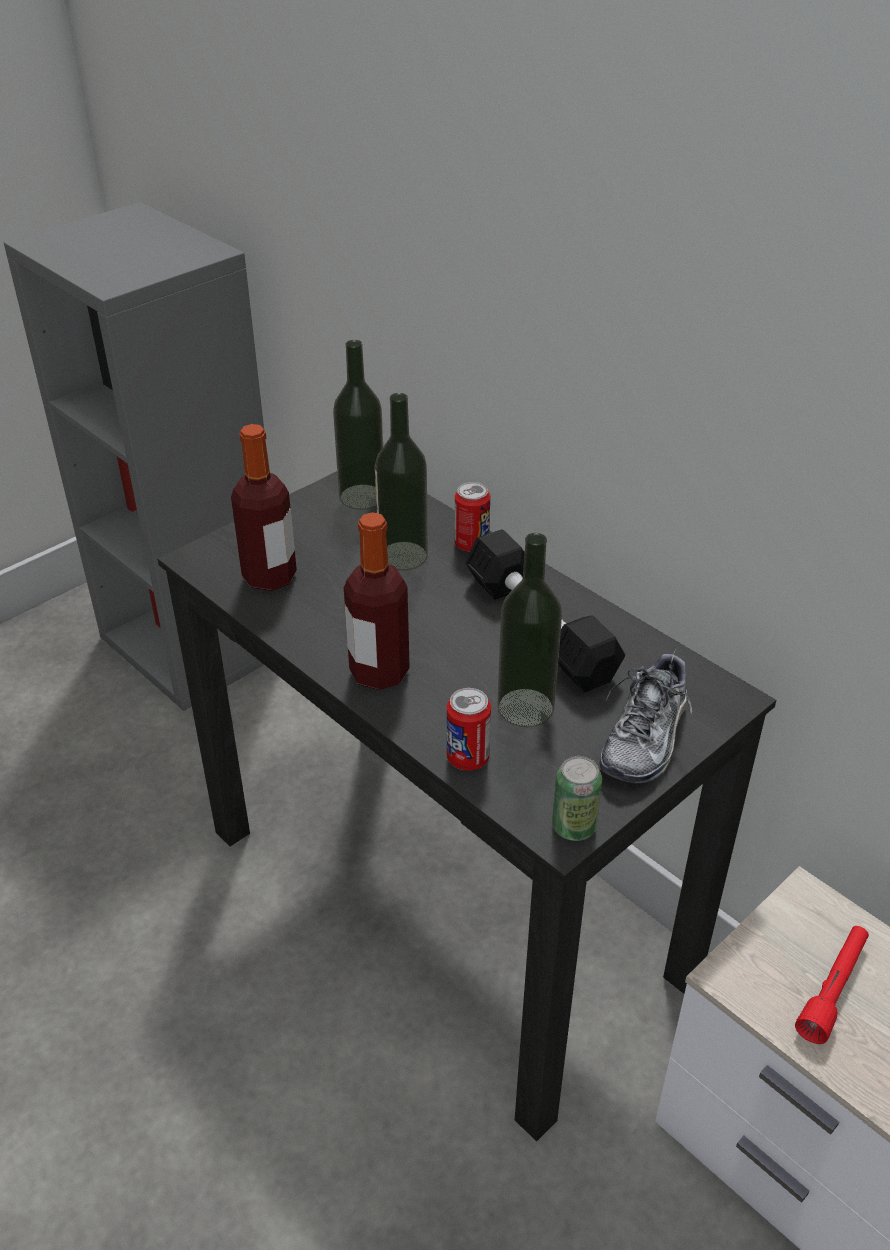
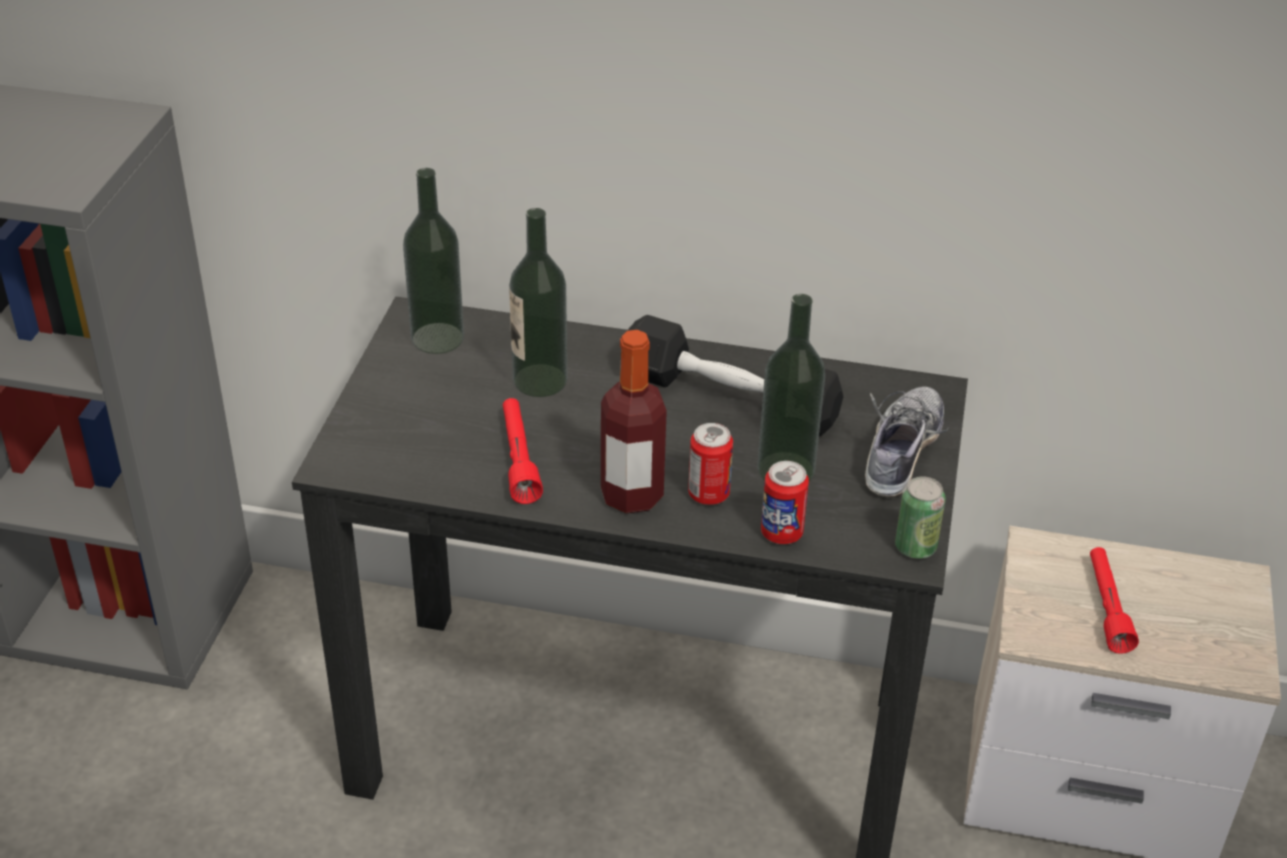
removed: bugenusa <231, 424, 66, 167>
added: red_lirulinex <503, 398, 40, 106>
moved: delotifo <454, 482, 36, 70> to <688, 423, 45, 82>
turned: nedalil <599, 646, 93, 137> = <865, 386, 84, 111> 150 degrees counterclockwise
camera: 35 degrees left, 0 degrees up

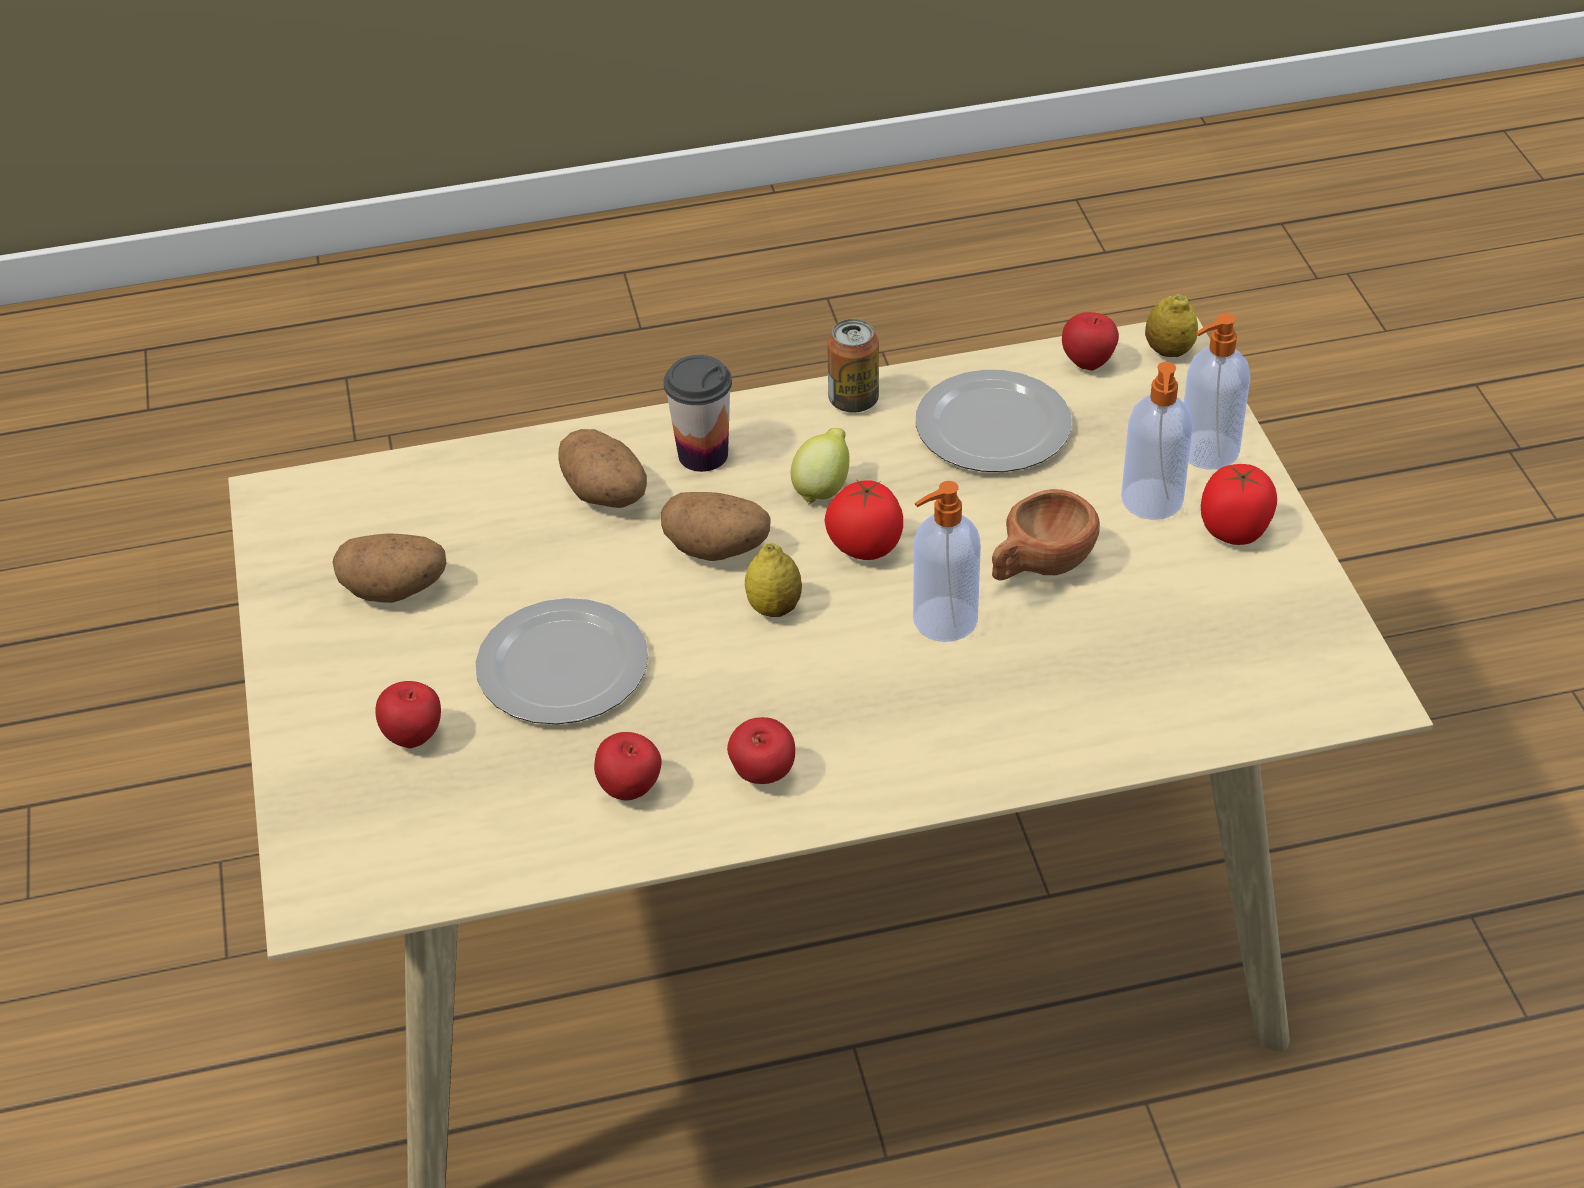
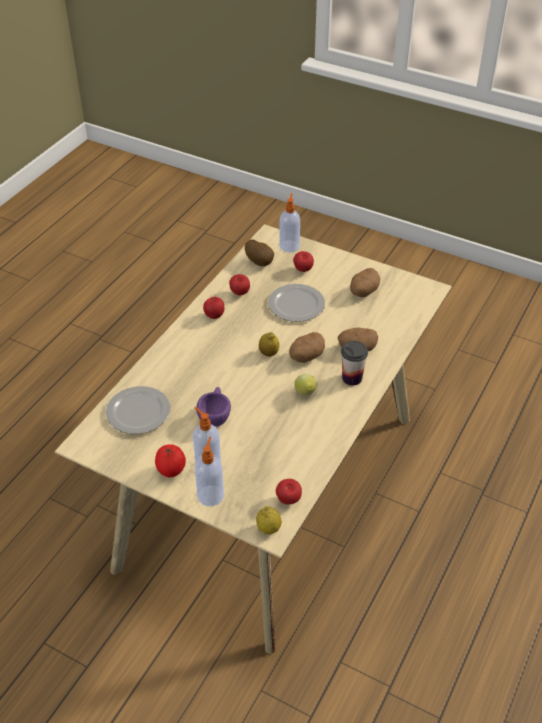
removed: delotifo <827, 319, 52, 94>; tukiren <824, 479, 79, 81>
added: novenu <245, 239, 29, 27>
moved: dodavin <915, 370, 157, 102> to <106, 386, 64, 48>; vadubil <913, 481, 68, 161> to <279, 193, 21, 59>
recoloured: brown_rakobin <992, 489, 108, 92> to purple_rakobin <196, 387, 35, 40>
camera: 130 degrees right, 0 degrees up

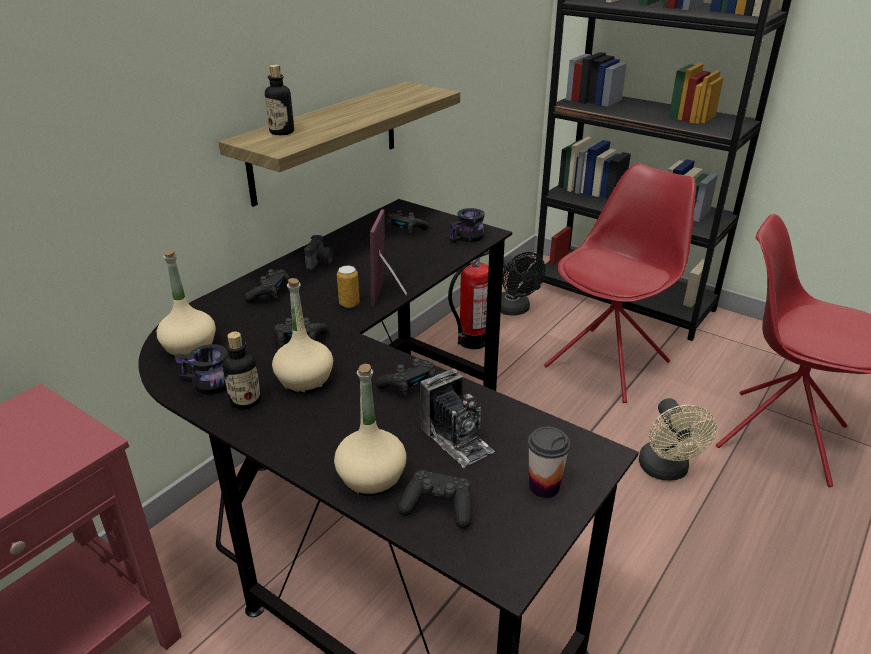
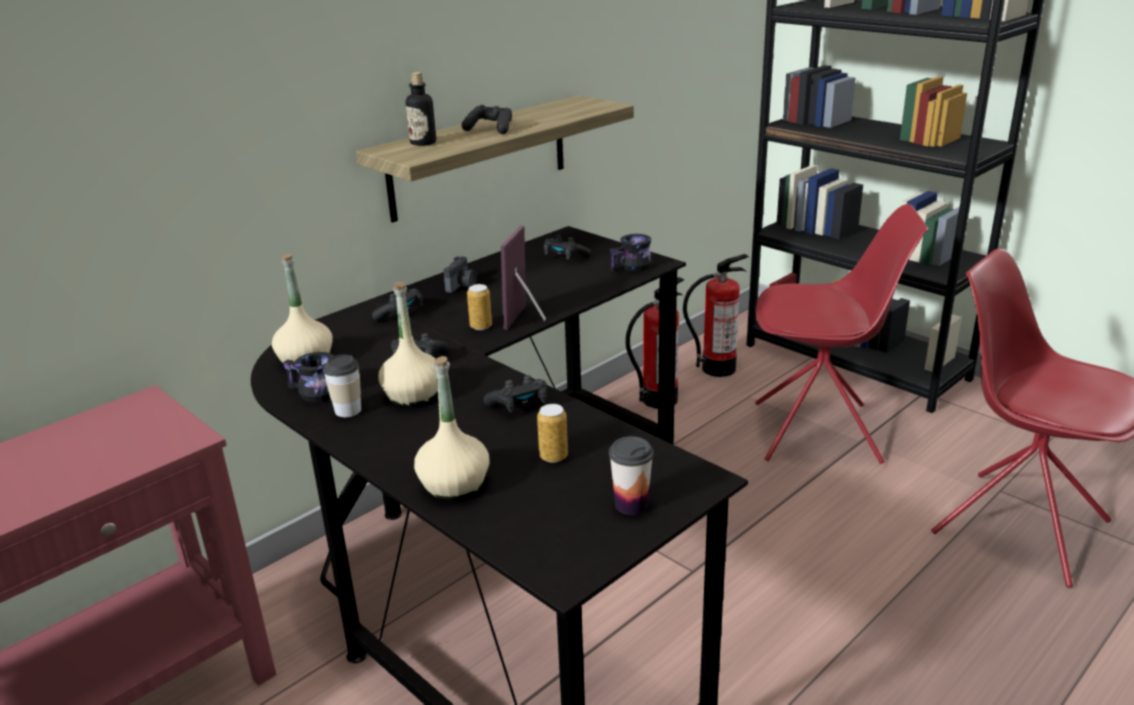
removed: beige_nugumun <639, 398, 78, 83>
moved: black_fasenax <398, 470, 74, 59> to <461, 105, 51, 29>
replaced: black_nugumun <501, 252, 44, 64> to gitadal <683, 254, 66, 123>; bugenusa <223, 332, 38, 78> to rakobin <323, 355, 38, 62>; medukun <420, 369, 75, 99> to delotifo <537, 404, 31, 59>
turned: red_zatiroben <544, 164, 152, 239> = <755, 204, 174, 260> 45 degrees clockwise
camera: 10 degrees right, 5 degrees down

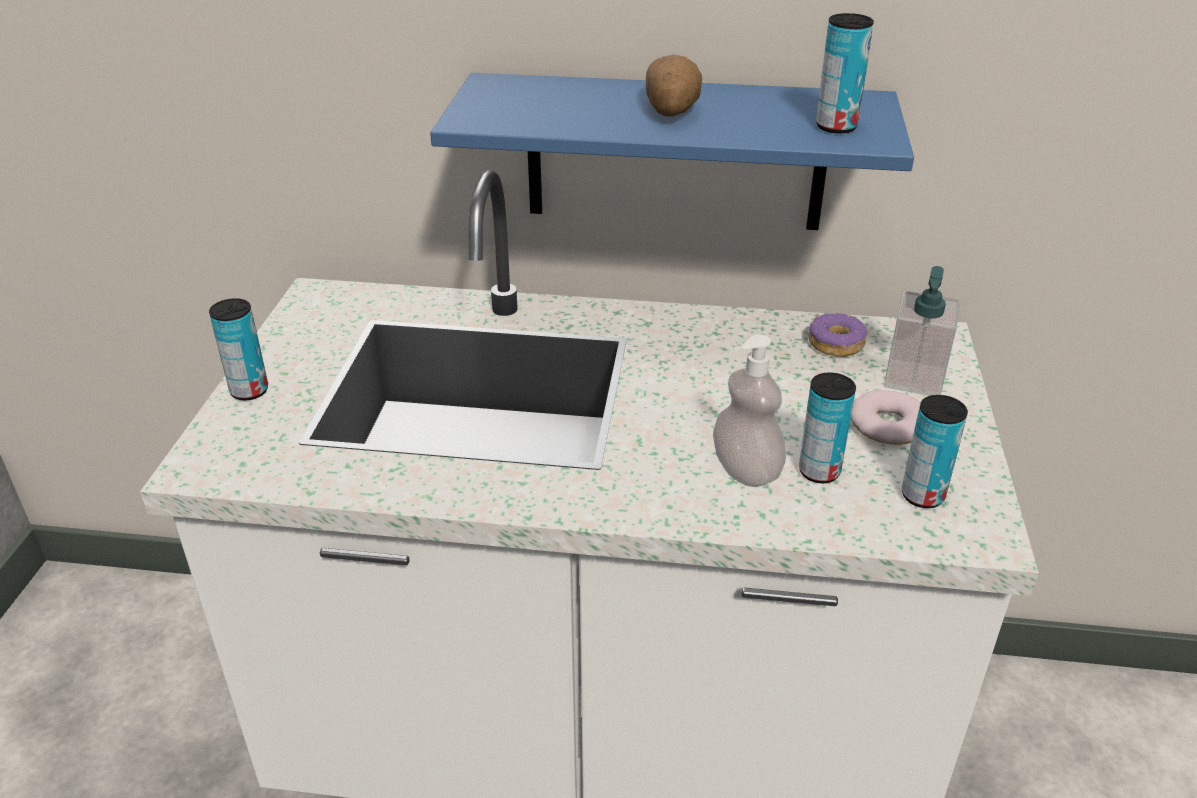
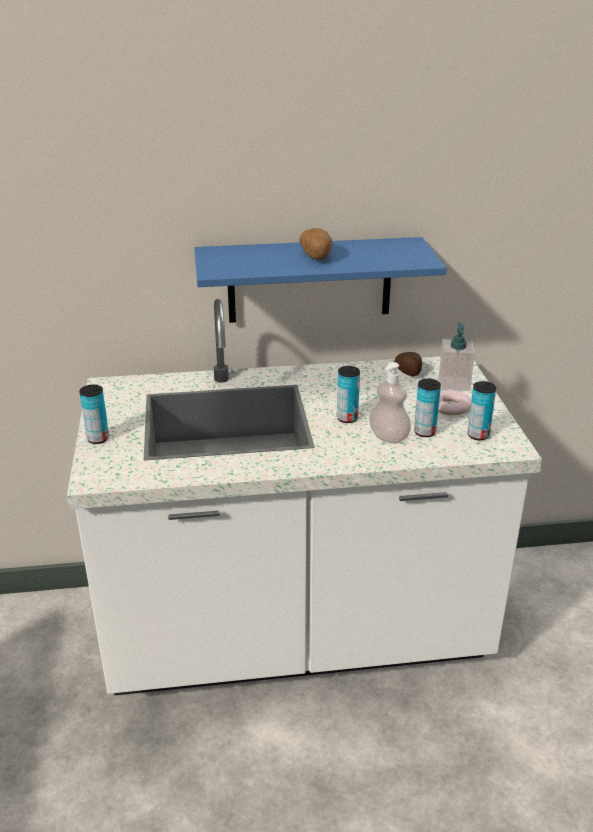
moved: delotifo <816, 13, 58, 120> to <337, 366, 23, 57>
replaced: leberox <809, 313, 58, 44> to novenu <394, 352, 28, 24>
camera: 15 degrees left, 5 degrees down

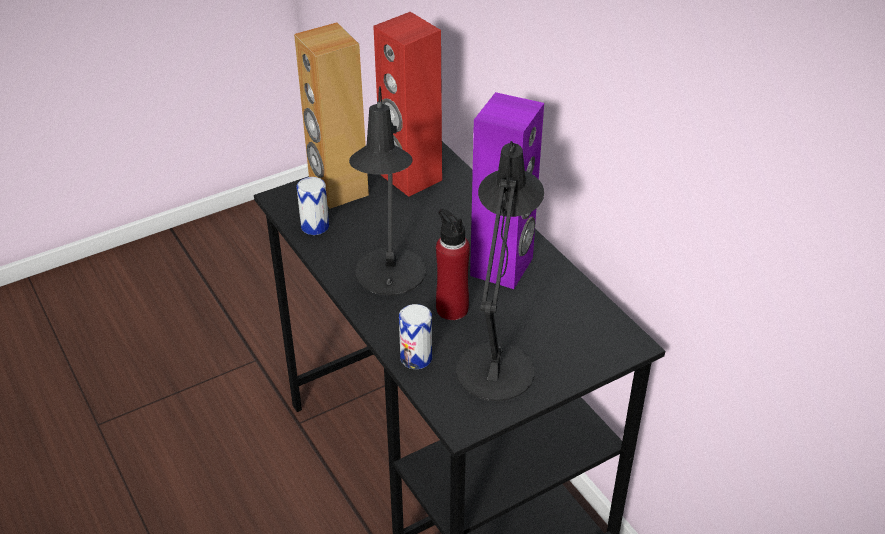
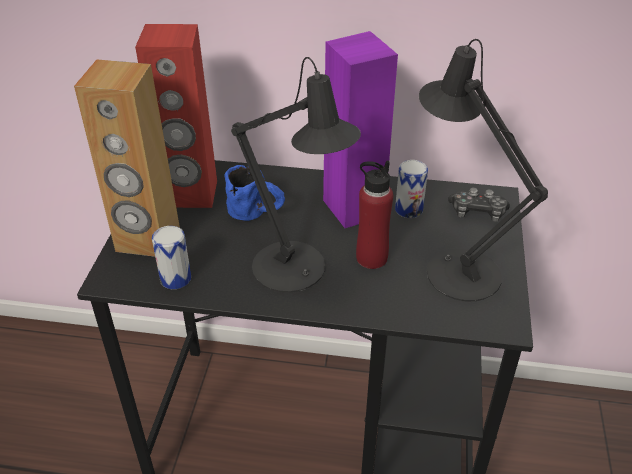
added: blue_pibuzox <224, 165, 61, 56>; fasenax <448, 187, 62, 35>
moved: delotifo <399, 304, 33, 65> to <395, 160, 33, 58>
camera: 50 degrees left, 0 degrees up

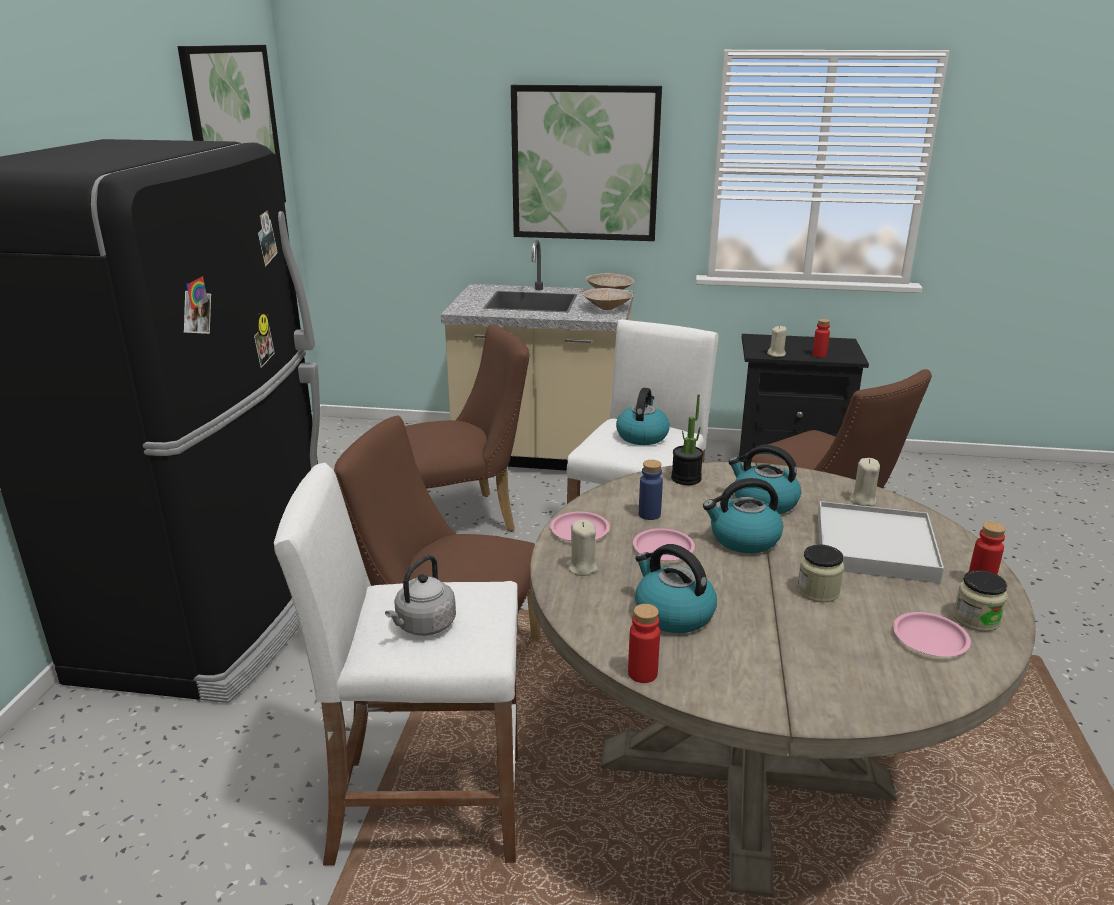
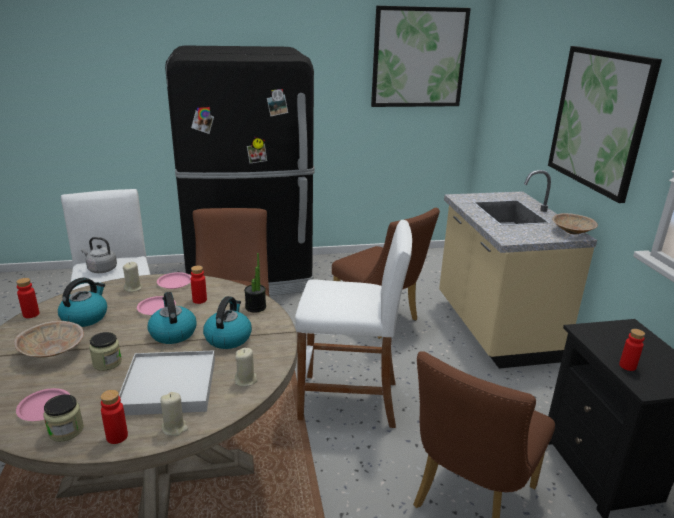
removed: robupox <616, 388, 54, 57>
moved: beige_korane <582, 288, 52, 22> to <14, 320, 70, 38>; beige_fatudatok <767, 326, 20, 31> to <161, 392, 27, 44>
recoloured: blue_bugenusa <639, 460, 24, 60> to red_bugenusa <191, 266, 16, 38>
camera: 70 degrees right, 0 degrees up

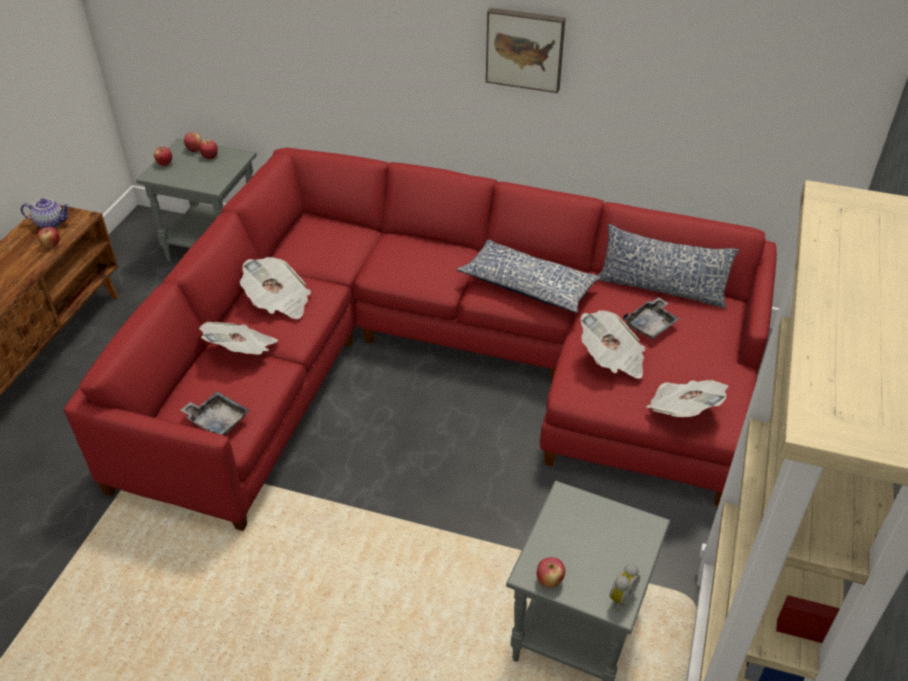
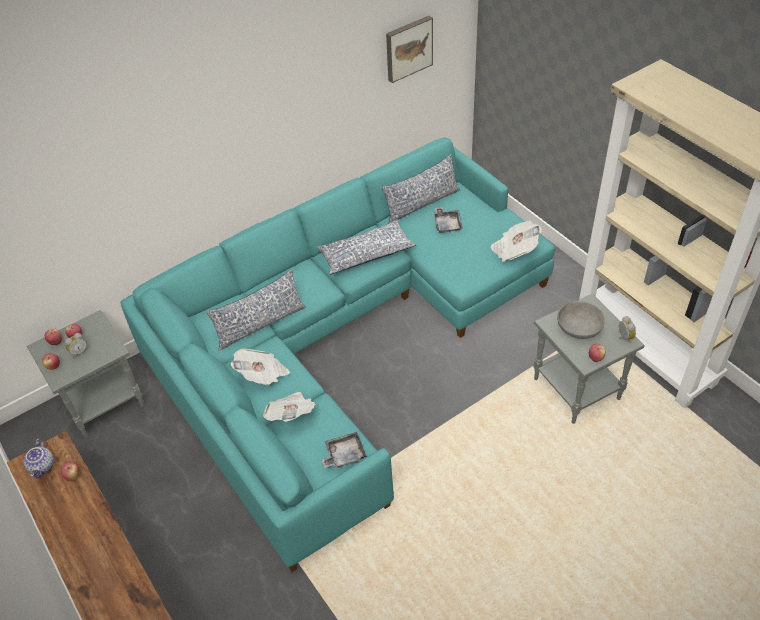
removed: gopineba <581, 310, 64, 69>
added: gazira <206, 269, 100, 82>; grey_korane <557, 301, 48, 38>; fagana <65, 333, 23, 25>
moved: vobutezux <486, 8, 79, 85> to <386, 16, 47, 67>
recoloured: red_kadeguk <64, 148, 713, 383> to turquoise_kadeguk <121, 138, 434, 434>
turned: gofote <21, 199, 49, 29> = <24, 438, 30, 40> 135 degrees clockwise
camera: 50 degrees left, 5 degrees up

